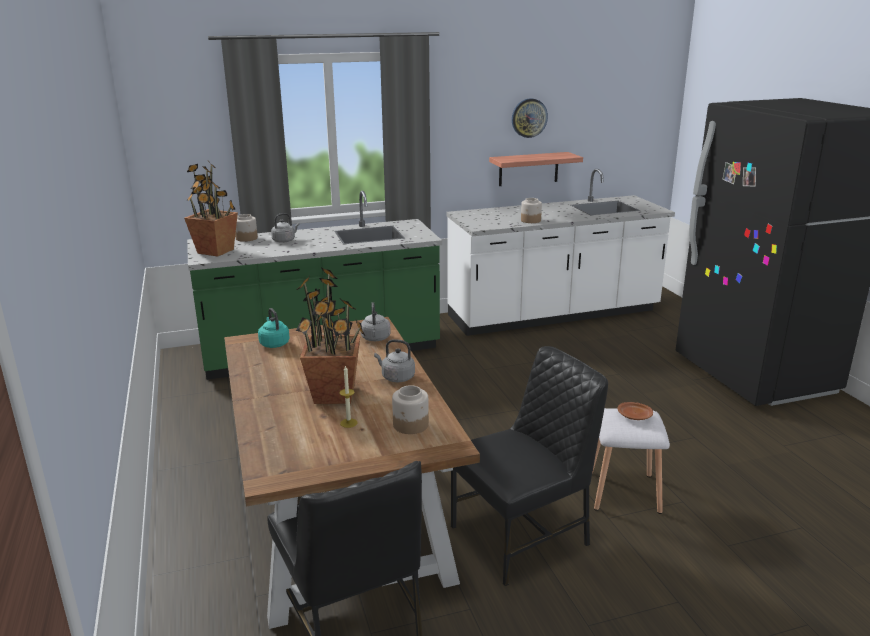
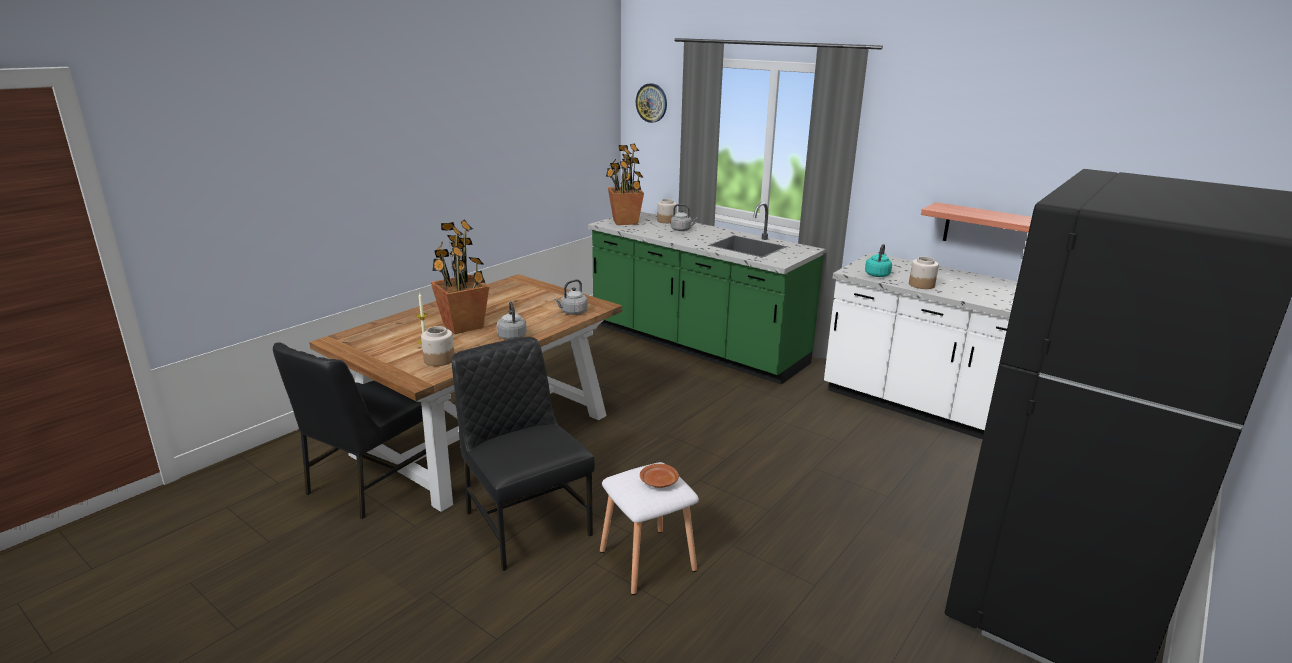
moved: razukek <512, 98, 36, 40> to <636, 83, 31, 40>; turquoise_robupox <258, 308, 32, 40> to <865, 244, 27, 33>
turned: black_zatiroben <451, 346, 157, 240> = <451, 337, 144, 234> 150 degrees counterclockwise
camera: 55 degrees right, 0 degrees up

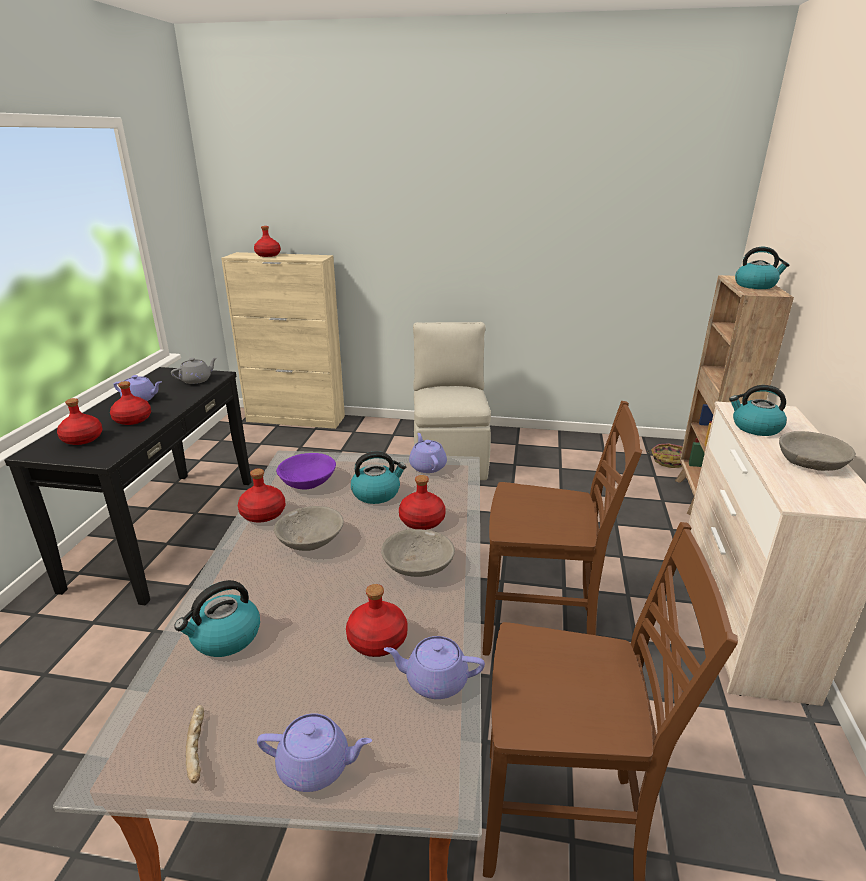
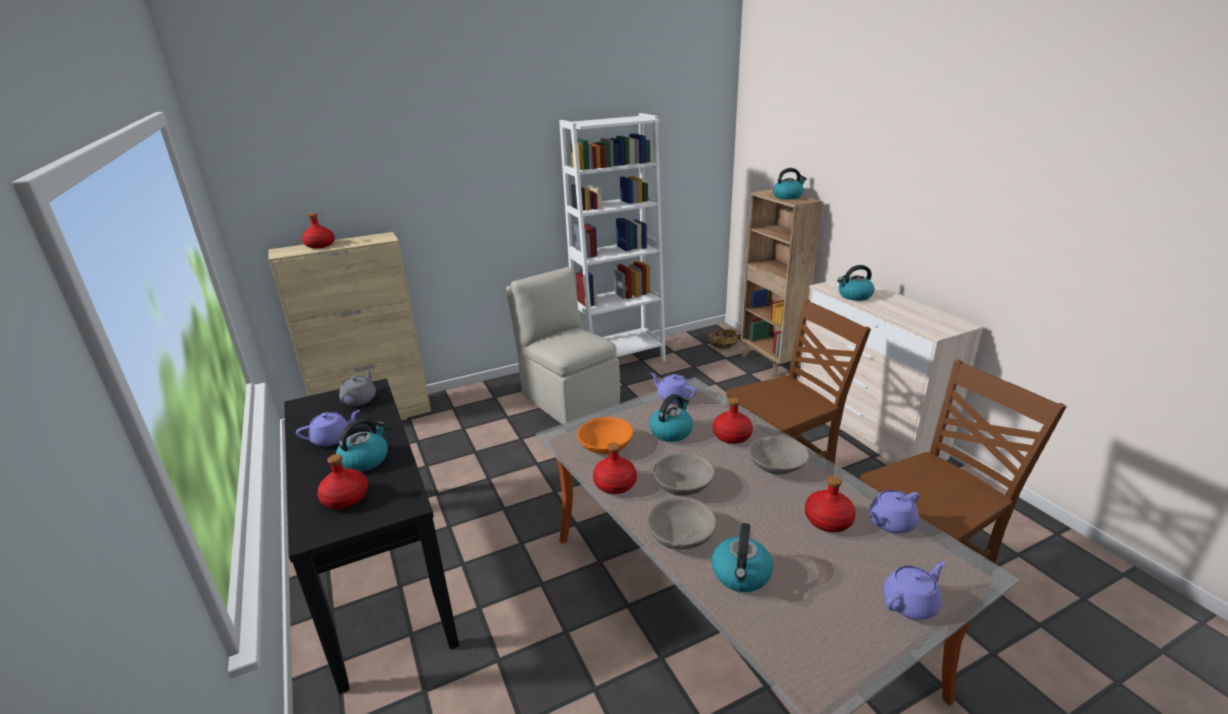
removed: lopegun <186, 705, 18, 78>
added: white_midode <559, 113, 107, 249>
moved: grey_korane <779, 431, 77, 40> to <647, 497, 69, 53>
replaced: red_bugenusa <110, 381, 41, 44> to robupox <336, 418, 52, 54>
recoloured: purple_korane <276, 453, 60, 36> to orange_korane <577, 417, 56, 37>
camera: 35 degrees left, 0 degrees up

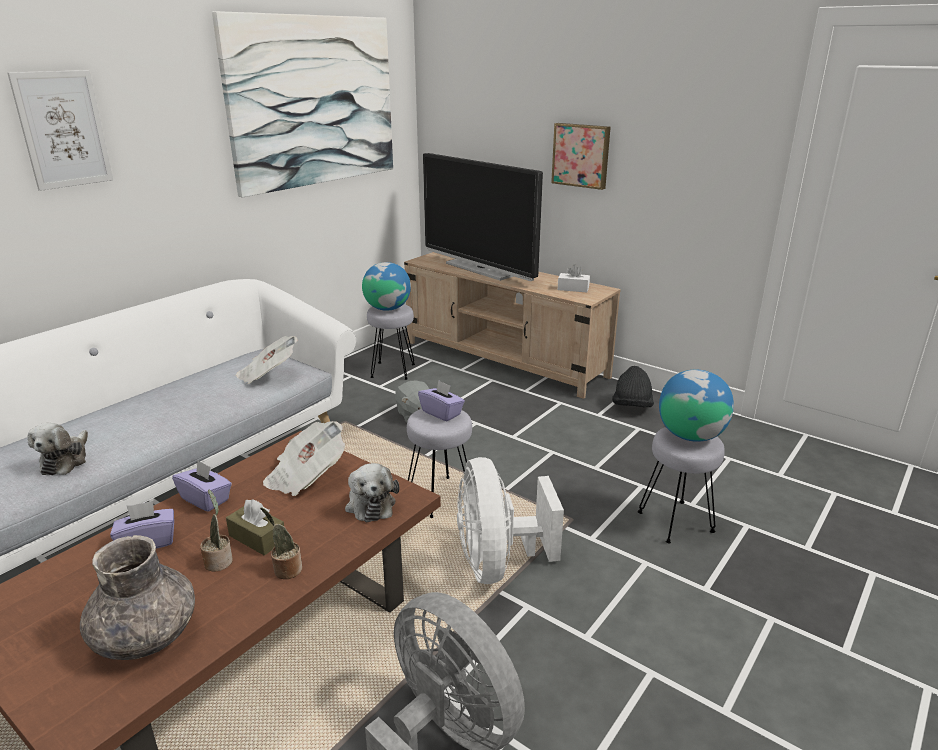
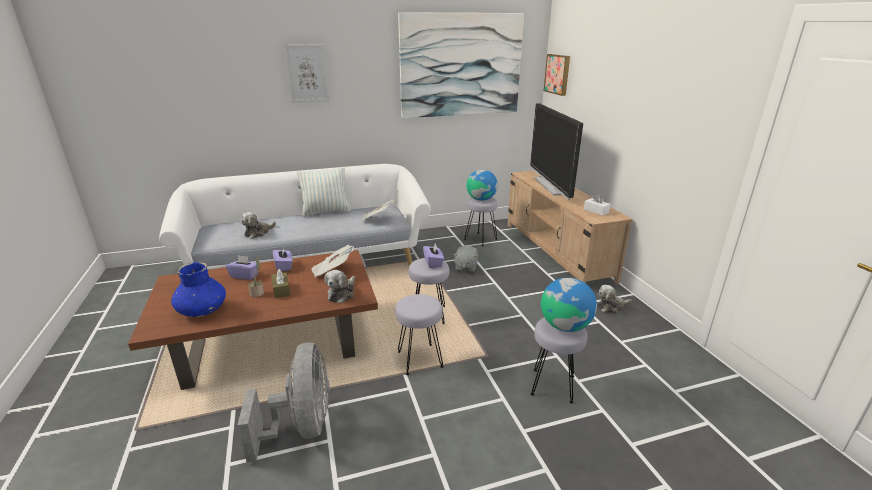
removed: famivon <260, 507, 42, 72>
added: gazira <297, 167, 53, 50>
moved: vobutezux <551, 123, 60, 67> to <544, 54, 26, 42>
replaced: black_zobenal <612, 366, 42, 41> to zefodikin <597, 285, 35, 28>; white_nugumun <457, 457, 107, 127> to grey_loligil <395, 294, 49, 81>
recoloured: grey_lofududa <80, 535, 115, 125> to blue_lofududa <171, 262, 55, 55>
camera: 35 degrees right, 0 degrees up

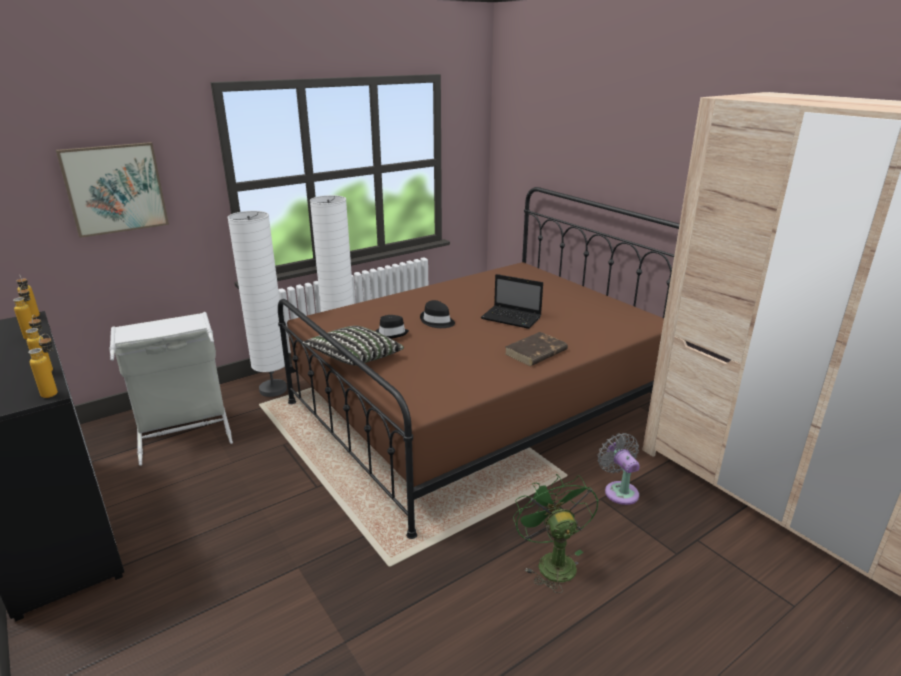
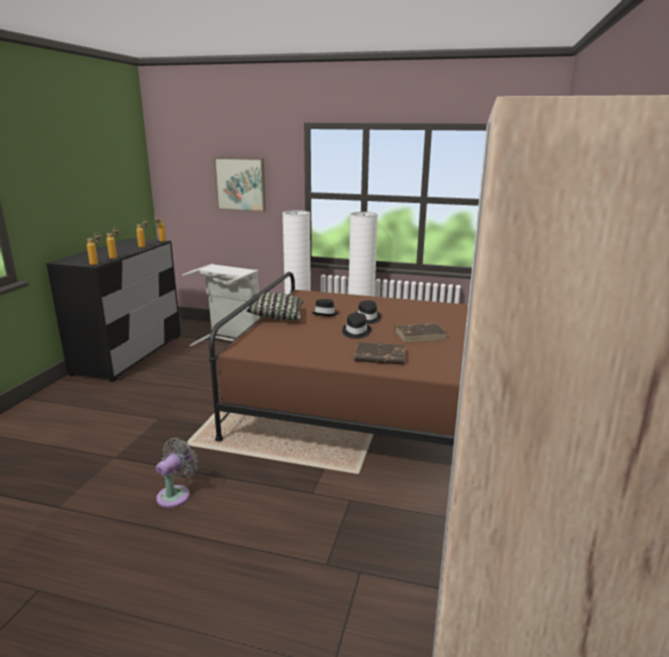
removed: green_nugumun <513, 474, 86, 119>
added: black_zobenal <342, 313, 29, 26>
moved: grey_nugumun <598, 433, 42, 72> to <156, 437, 42, 71>
replaced: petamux <481, 274, 62, 55> to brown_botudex <395, 323, 52, 20>
camera: 50 degrees right, 5 degrees down

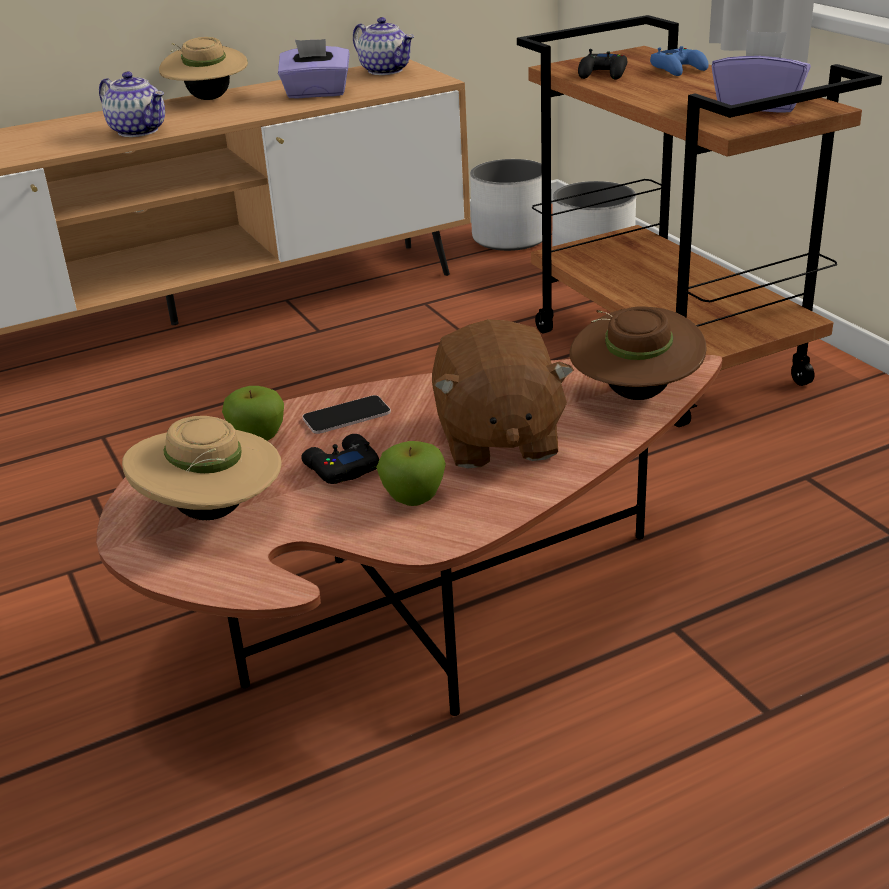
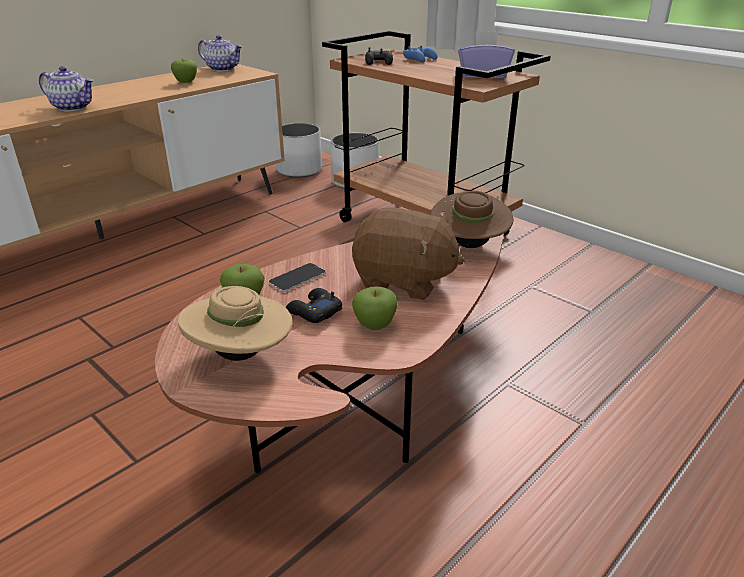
removed: beige_zobenal <159, 37, 89, 63>
replaced: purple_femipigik <278, 39, 72, 59> to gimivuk <171, 59, 26, 24>
turned: brown_zefodikin <432, 319, 142, 150> = <352, 207, 113, 93> 45 degrees counterclockwise
camera: 20 degrees left, 0 degrees up

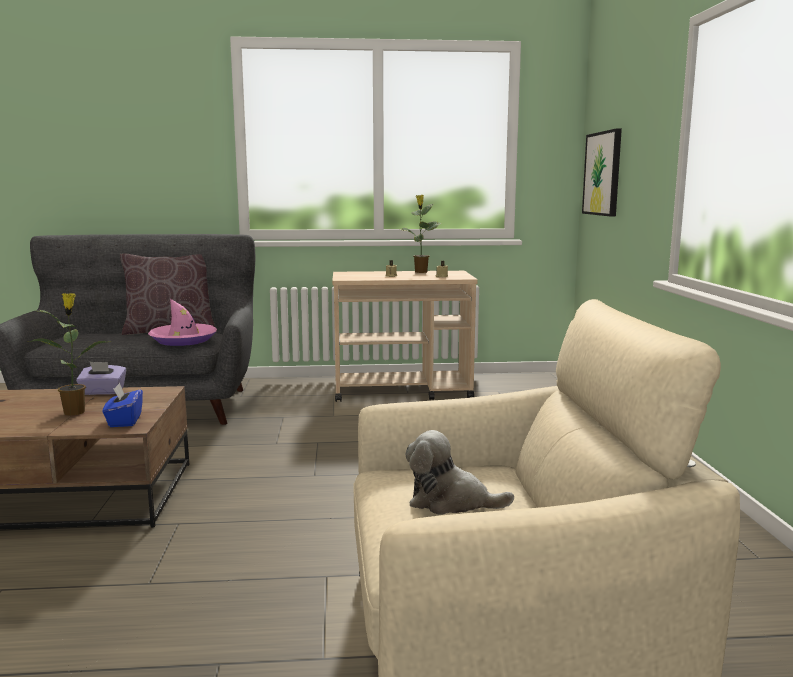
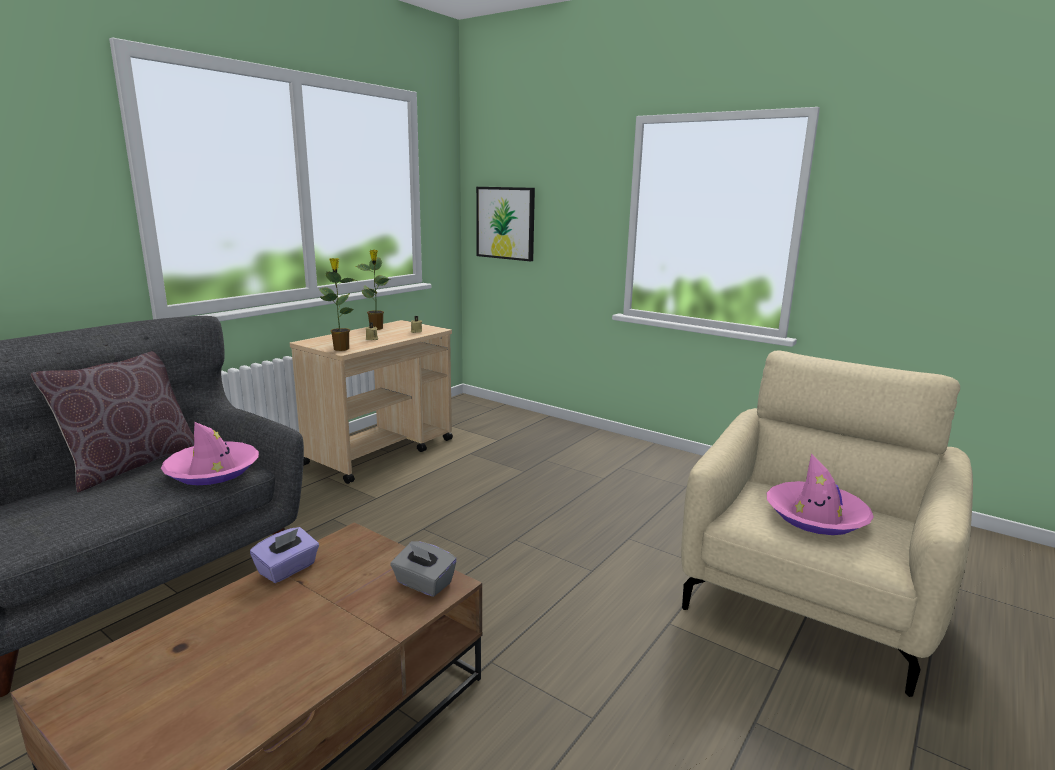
moved: famivon <28, 293, 84, 123> to <319, 258, 38, 93>
replaced: zefodikin <406, 430, 108, 85> to pink_zobenal <767, 454, 107, 81>
recoloured: blue_femipigik <103, 383, 40, 44> to grey_femipigik <390, 541, 67, 56>
camera: 50 degrees left, 5 degrees up

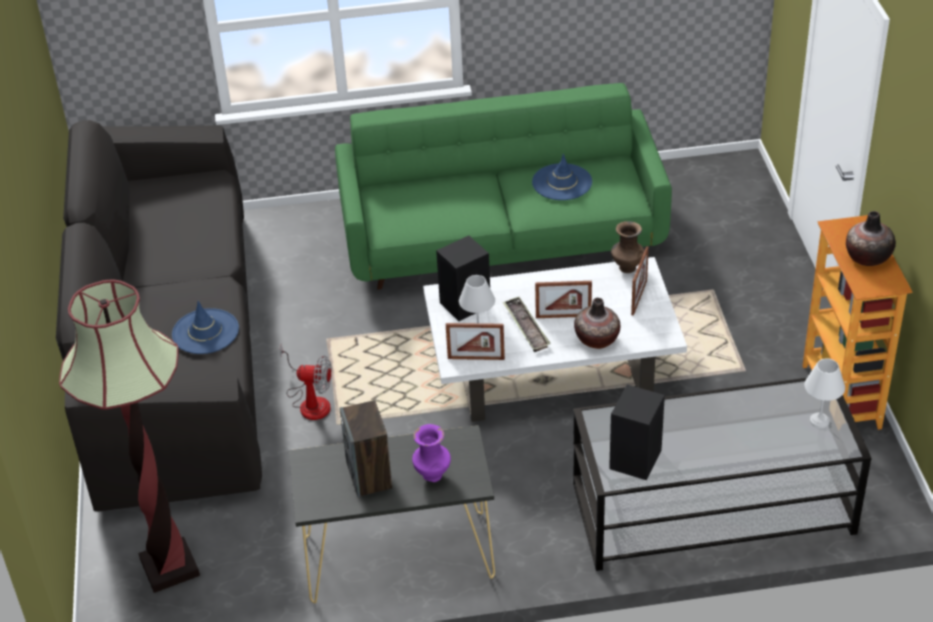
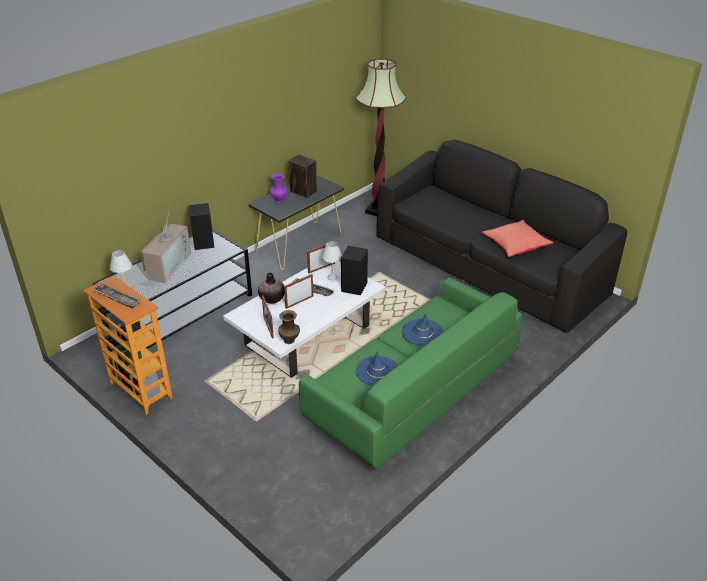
removed: nugumun <280, 344, 52, 76>
added: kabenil <140, 207, 51, 76>; red_gazira <482, 220, 71, 37>
moved: blue_zobenal <172, 301, 67, 53> to <402, 313, 42, 33>
replaced: lofududa <846, 211, 50, 55> to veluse <93, 283, 48, 26>
camera: 140 degrees right, 5 degrees down

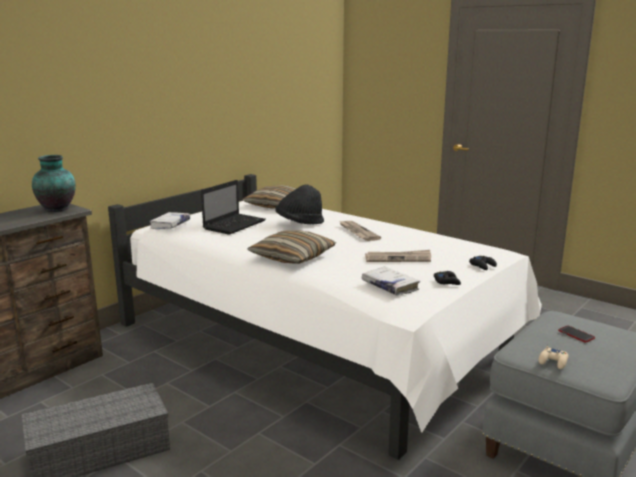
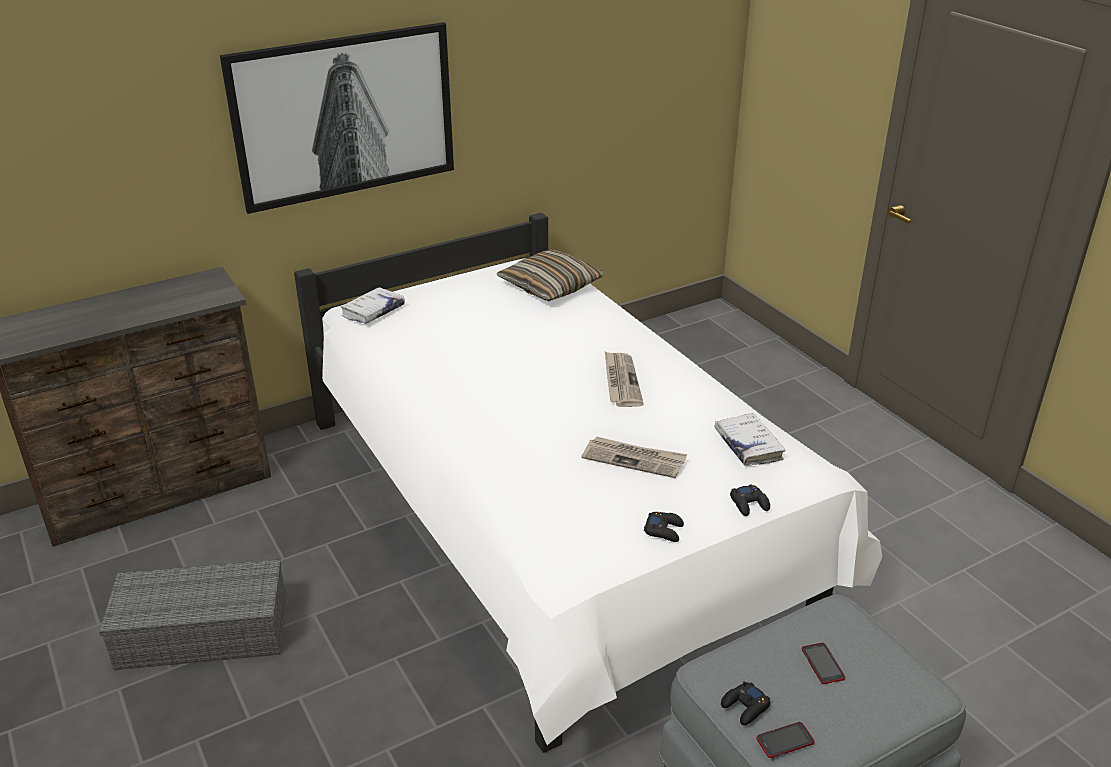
removed: lofududa <32, 155, 44, 57>; petamux <201, 180, 65, 55>; black_zobenal <275, 184, 49, 41>; gazira <247, 230, 89, 34>
added: vobutezux <220, 22, 234, 192>; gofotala <756, 722, 59, 36>
moved: white_botudex <361, 267, 59, 29> to <715, 413, 71, 53>
recoloured: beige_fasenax <539, 346, 29, 23> to black_fasenax <721, 681, 49, 44>
camera: 20 degrees right, 15 degrees up

